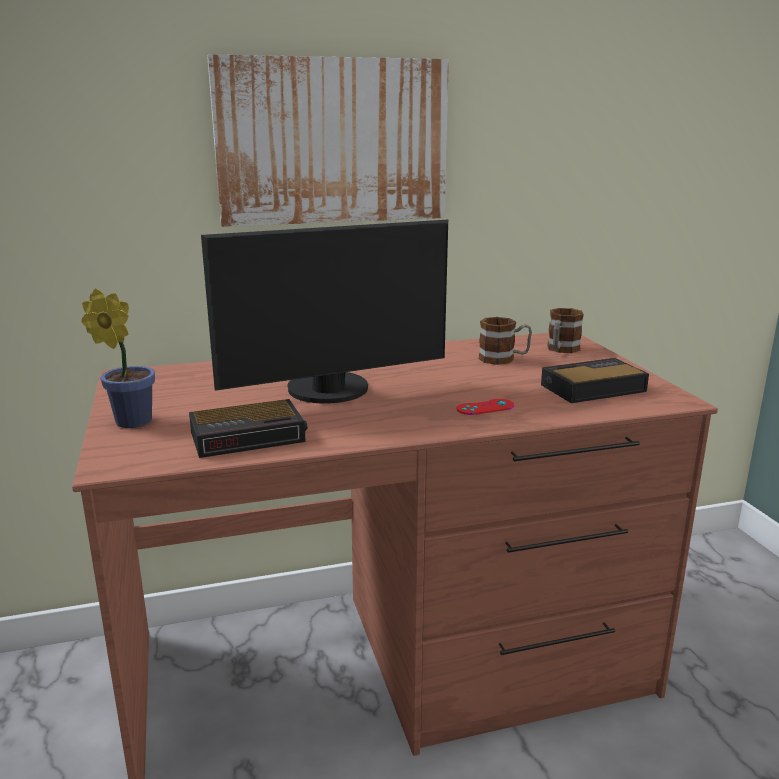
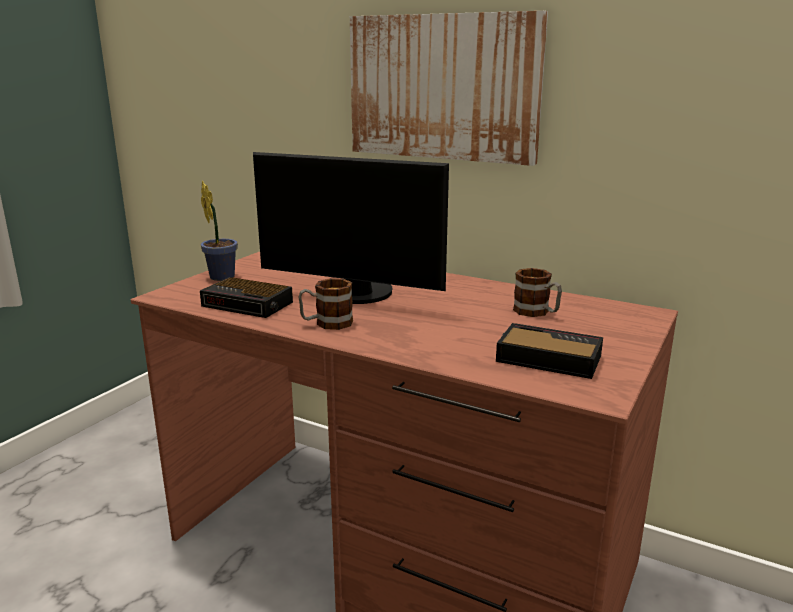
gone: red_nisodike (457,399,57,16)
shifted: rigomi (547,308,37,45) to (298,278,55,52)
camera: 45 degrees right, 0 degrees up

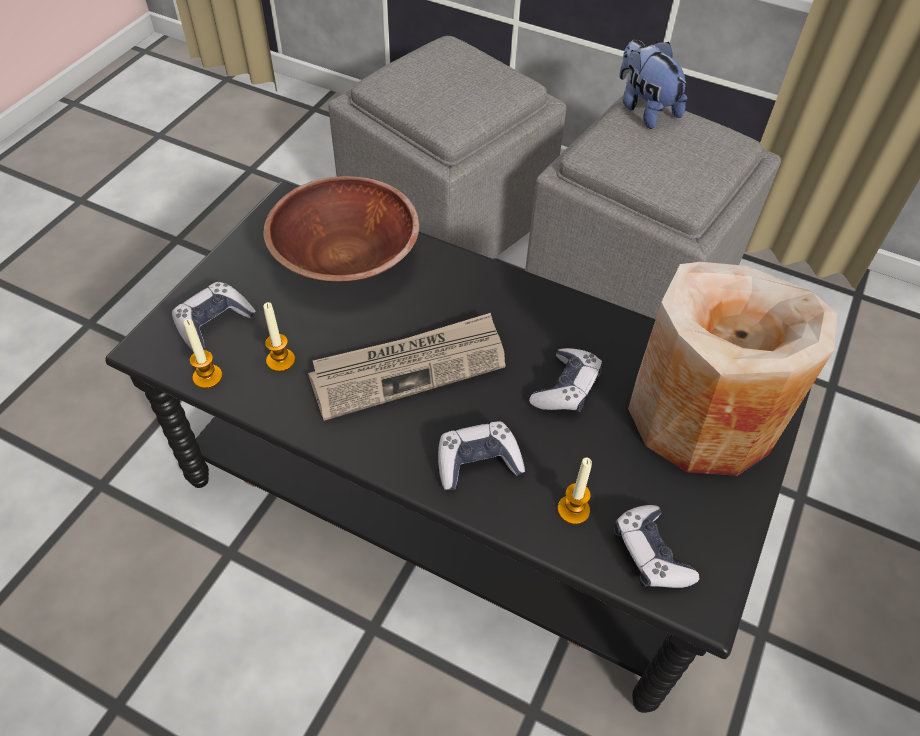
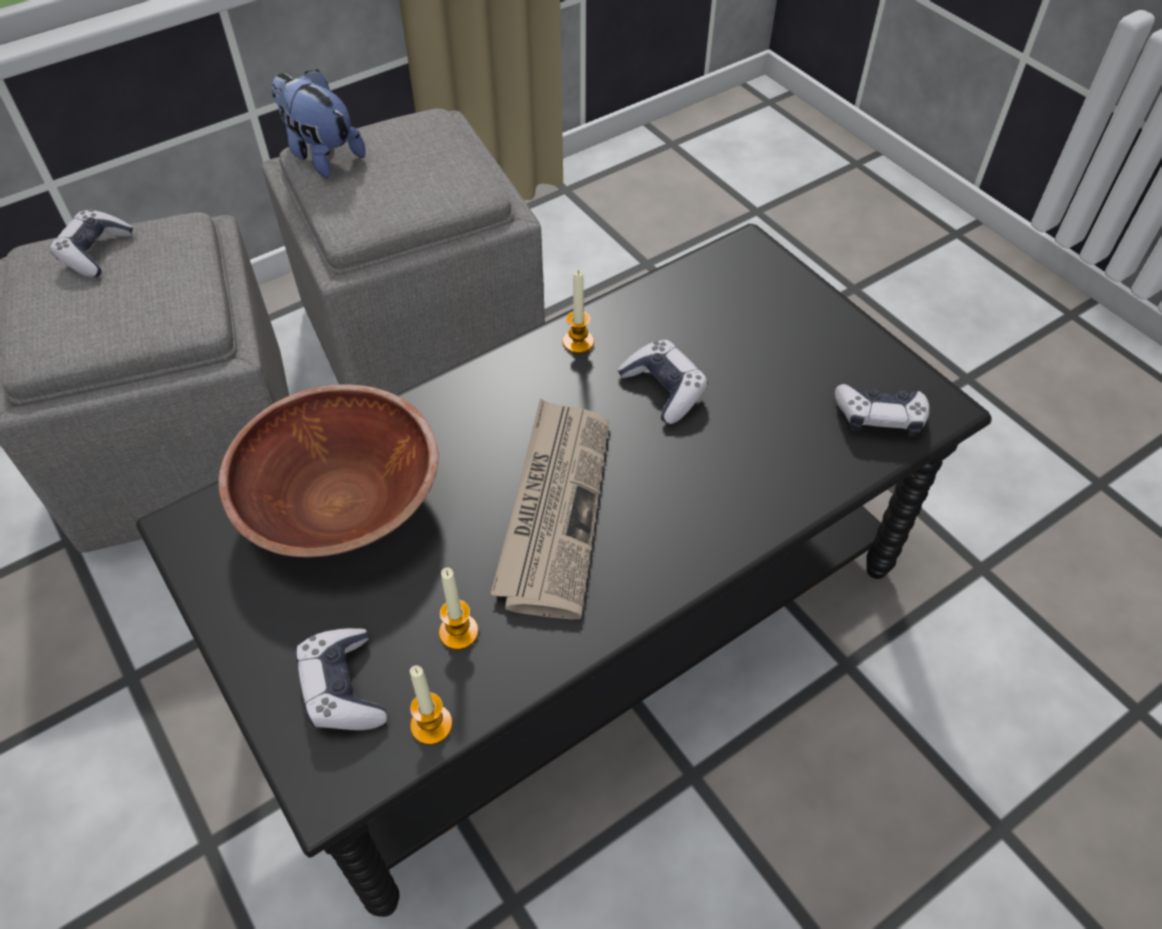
gone: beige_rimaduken (628,262,209,214)
shifted: nisodike (438,422,87,68) to (50,209,83,69); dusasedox (558,458,34,67) to (563,270,31,84)
rotated: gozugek (619,40,68,89) = (272,69,93,109) 45 degrees clockwise
camera: 60 degrees left, 0 degrees up

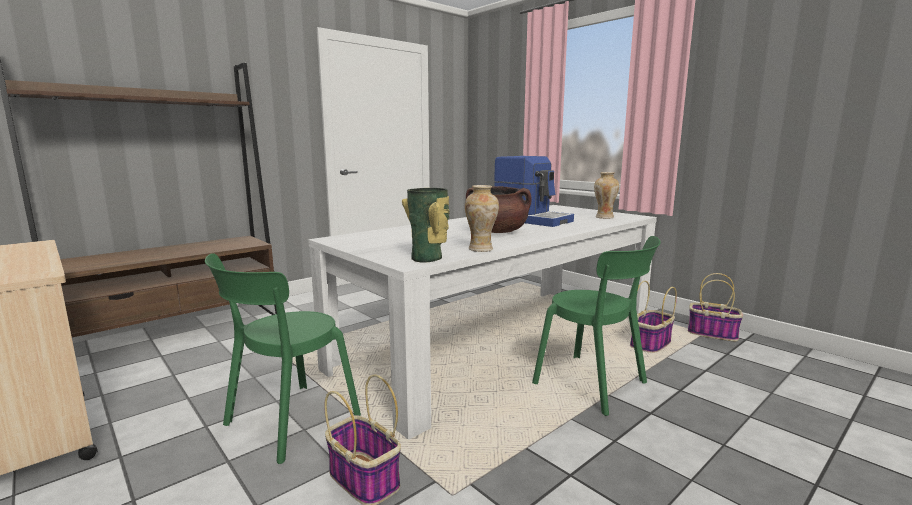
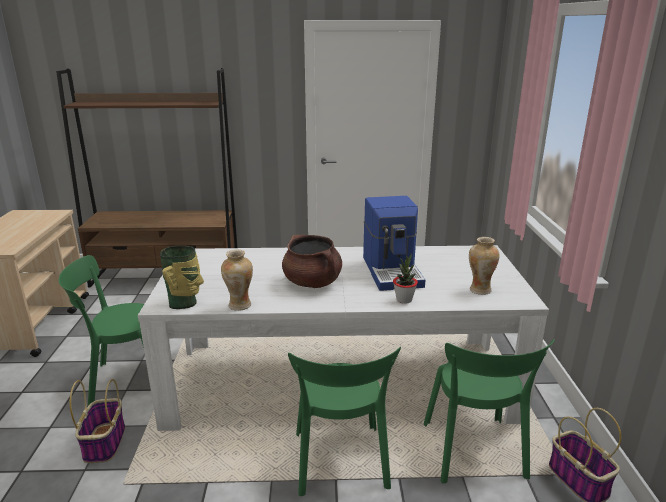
new: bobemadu (393,253,25,51)
swapped: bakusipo (630,281,47,72) to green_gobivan (424,339,131,145)
camera: 40 degrees right, 10 degrees up

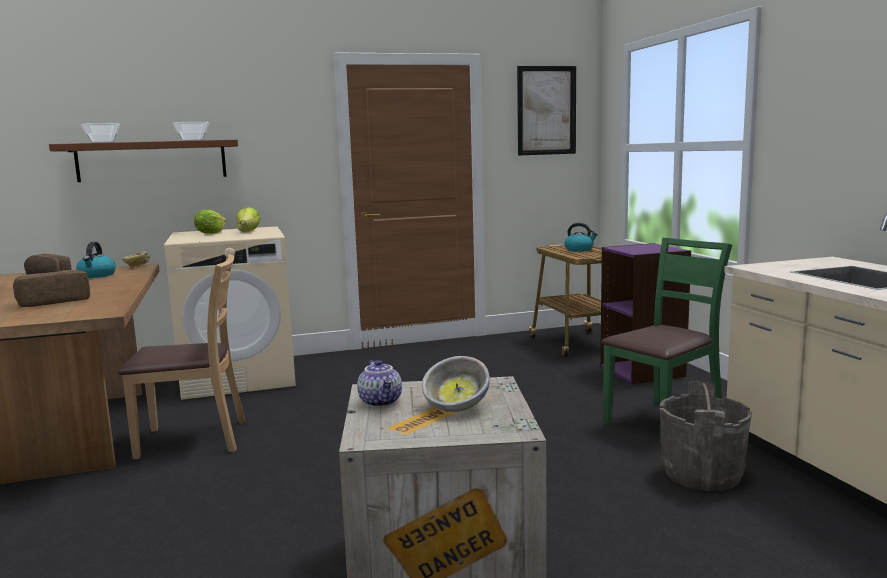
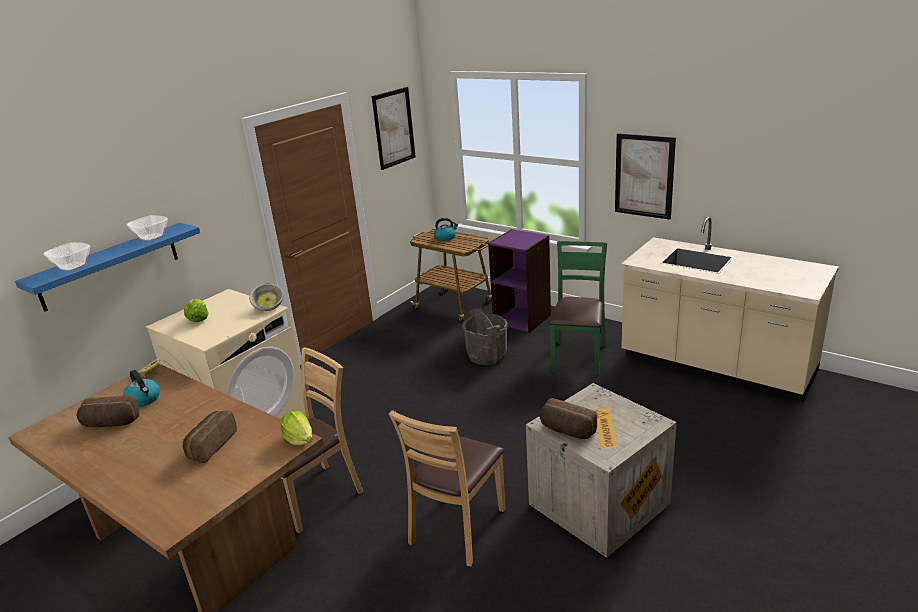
new: brown_gobivan (389,410,117,156); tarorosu (615,133,61,87)
shifted: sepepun (422,356,68,56) to (249,283,34,28); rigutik (236,207,25,25) to (280,410,32,35); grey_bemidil (660,381,92,110) to (463,308,44,57)
swapped: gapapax (357,360,45,47) to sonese (540,398,57,41)
repainted: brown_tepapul (49,140,189,42) to blue_tepapul (15,223,185,89)
camera: 35 degrees left, 15 degrees up

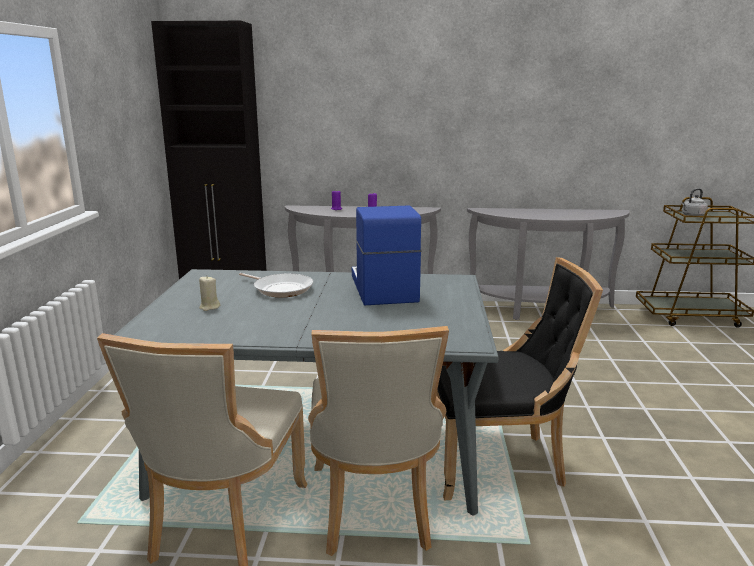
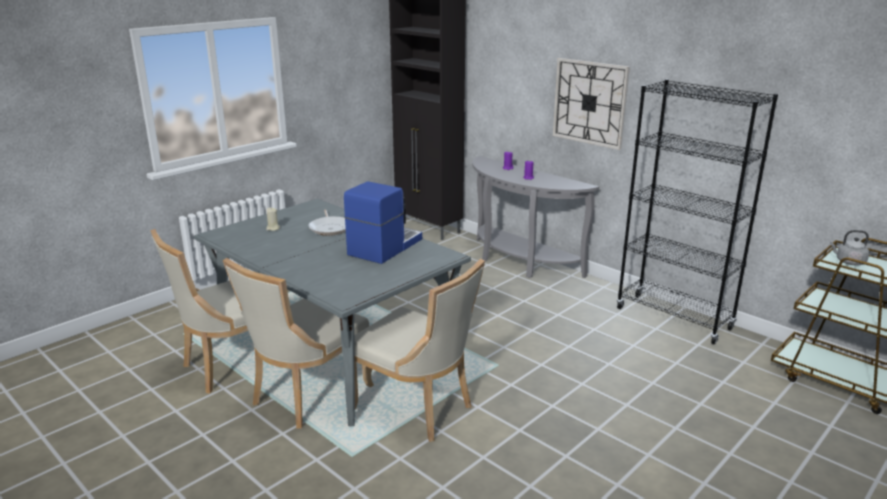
new: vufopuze (553,58,77,92)
swapped: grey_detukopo (467,208,163,112) to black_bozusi (616,79,162,266)
repainted: black_gobivan (436,257,167,243) to beige_gobivan (354,259,131,183)
camera: 40 degrees right, 5 degrees up

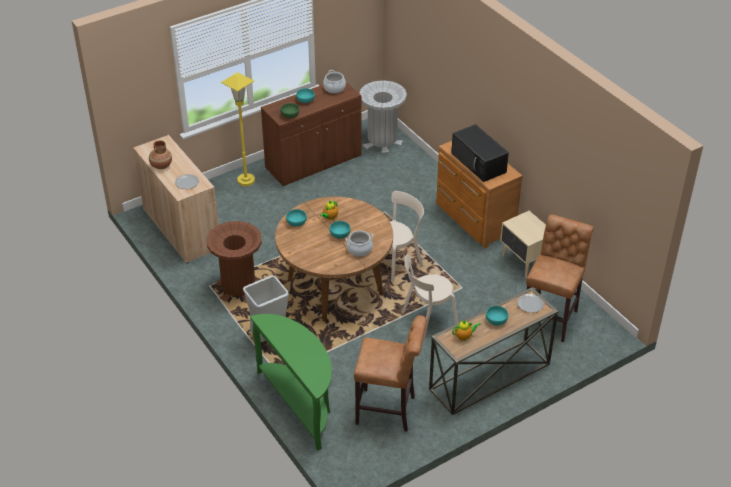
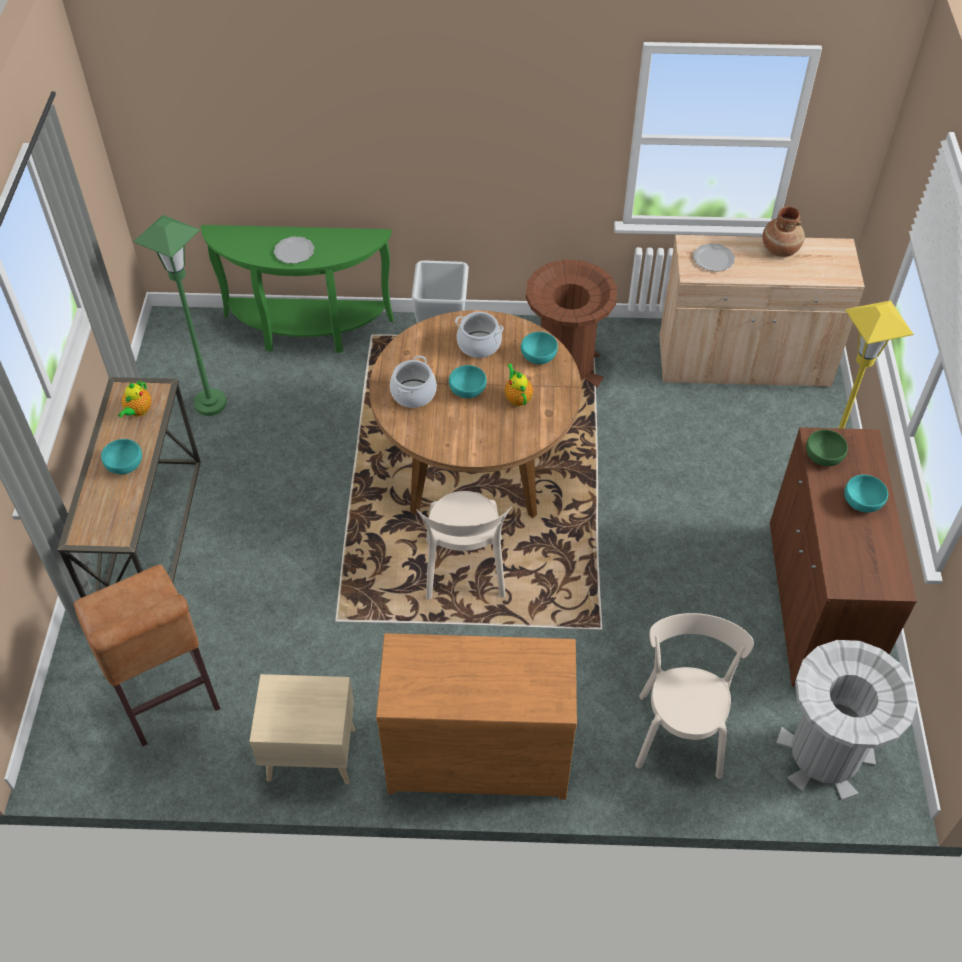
gone: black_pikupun (451,124,58,58)
shifted: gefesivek (517,294,27,19) to (274,236,41,28); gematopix (323,70,23,24) to (455,312,49,46); beige_gobivan (402,254,56,86) to (635,613,119,166)
swapped: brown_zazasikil (354,315,73,117) to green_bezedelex (134,215,93,201)
camera: 125 degrees right, 10 degrees up

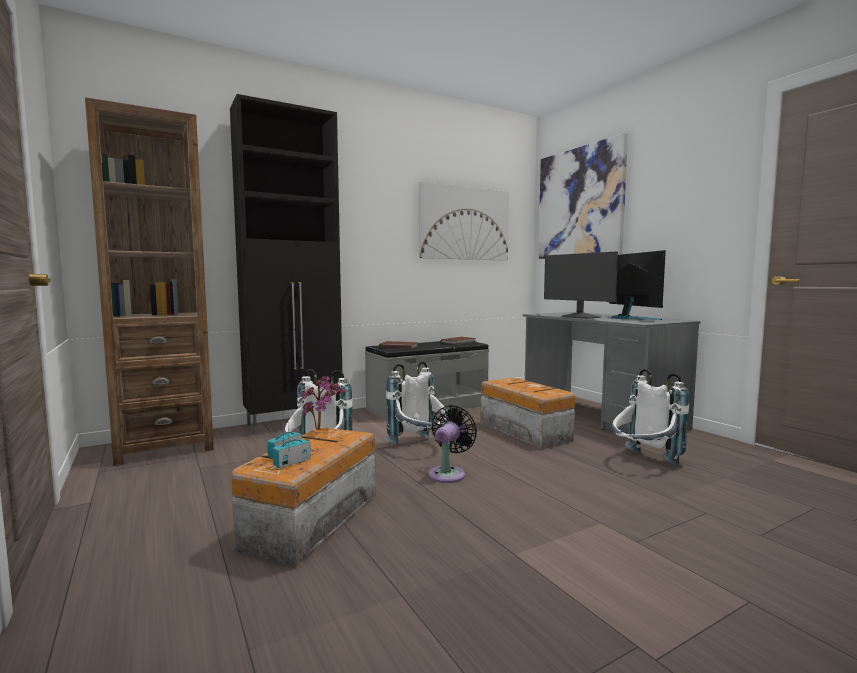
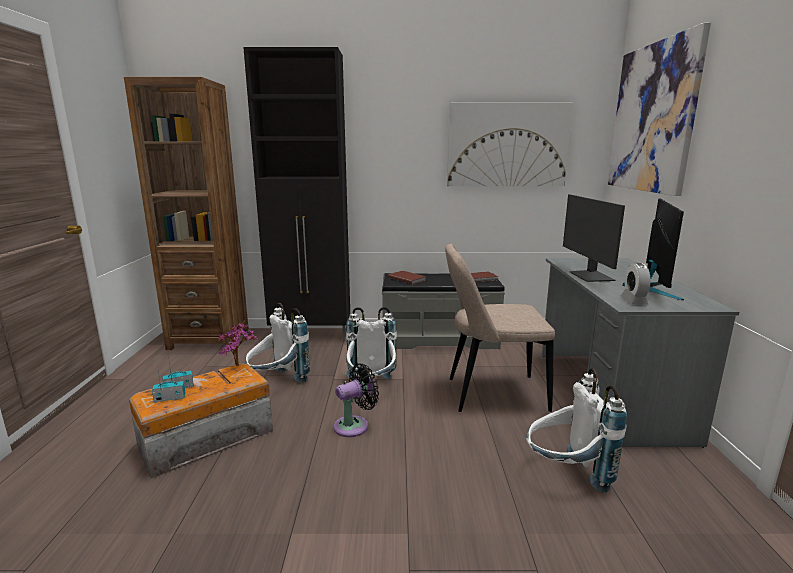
new: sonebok (621,263,29,42)
swapped: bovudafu (480,378,95,71) to beige_gobivan (445,244,110,168)
camera: 30 degrees right, 10 degrees up

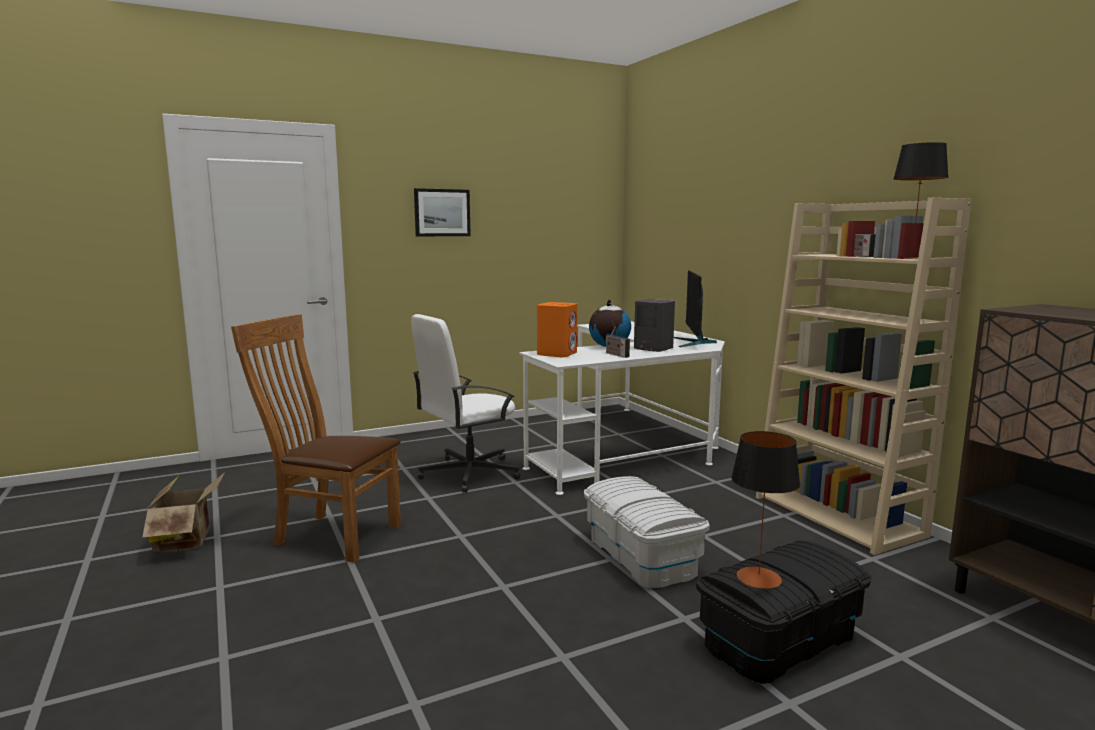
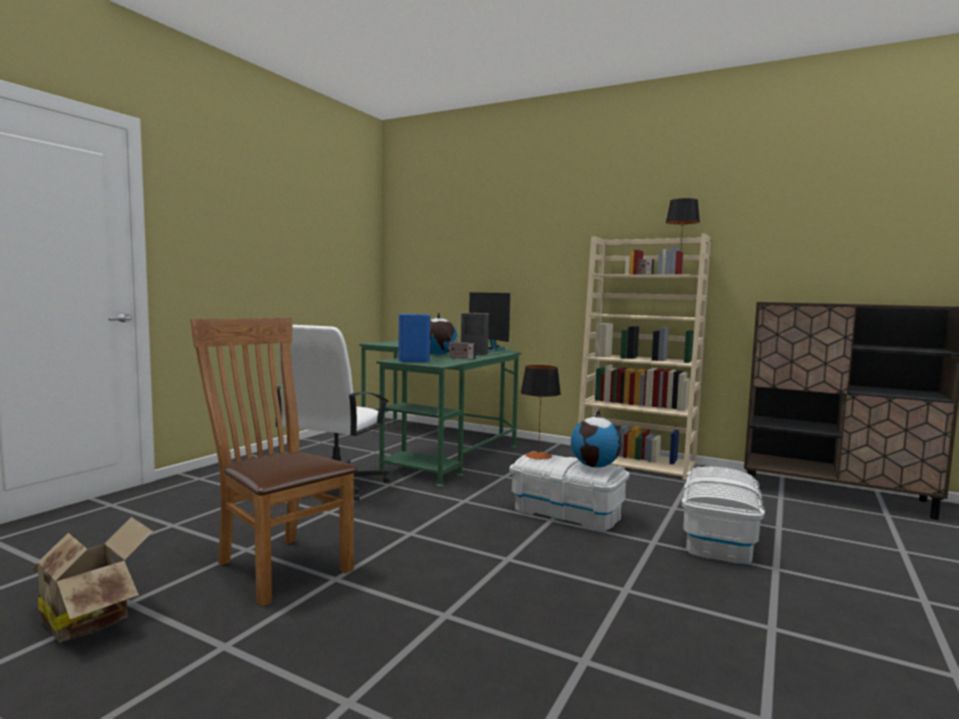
gone: tarorosu (414,188,57,48)
new: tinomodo (571,410,51,58)
shifted: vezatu (731,431,69,158) to (521,365,40,94)
repainted: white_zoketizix (519,321,206,174) to green_zoketizix (359,340,162,147); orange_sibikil (537,302,40,55) to blue_sibikil (398,314,33,48); black_bovudafu (696,540,175,144) to white_bovudafu (682,467,83,97)
rotated: brown_gobivan (231,314,170,249) = (190,318,168,288) 60 degrees clockwise
camera: 35 degrees left, 5 degrees down

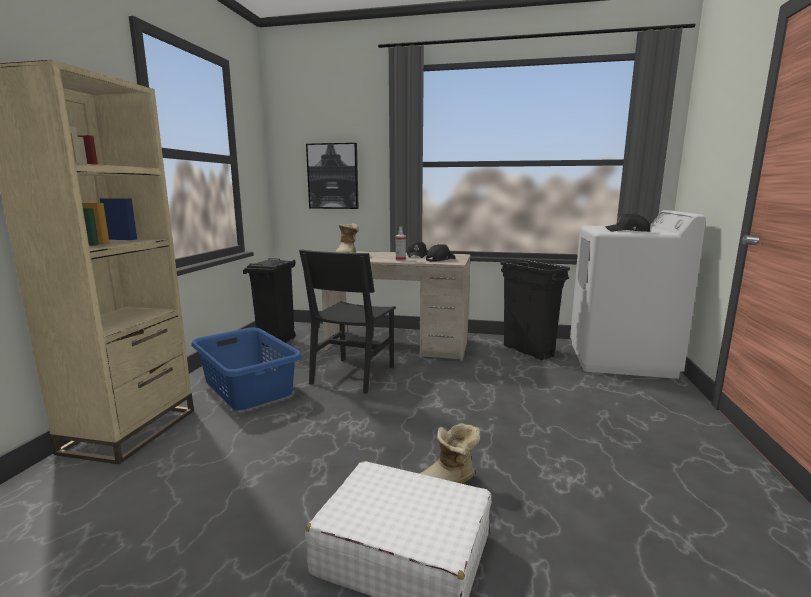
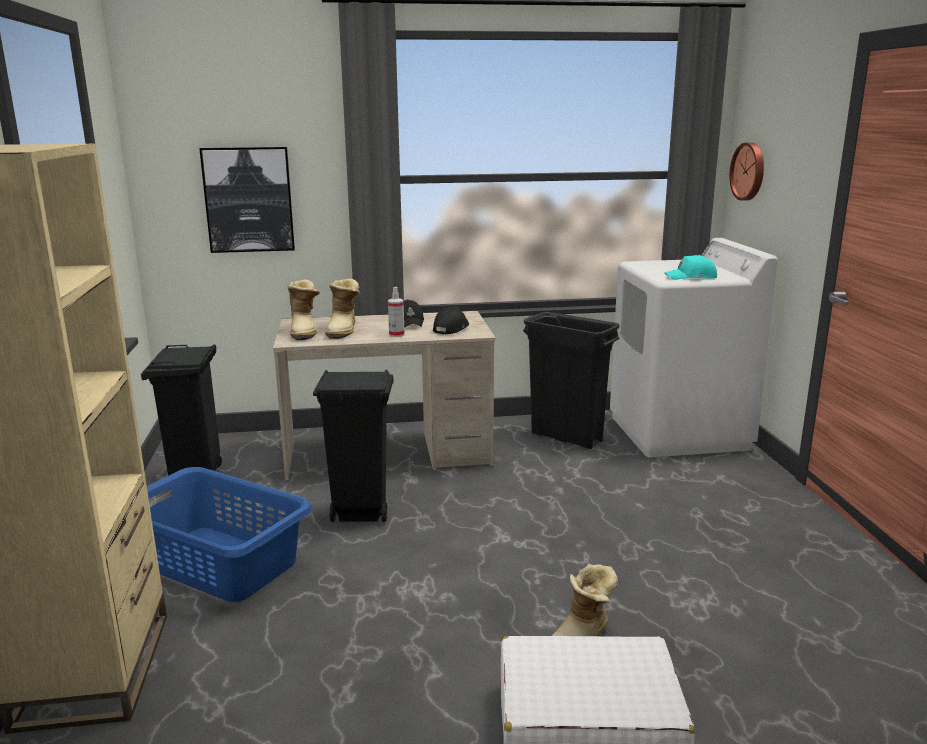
new: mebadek (325,279,36,60); vufopuze (730,142,34,59)
swapped: black_gobivan (299,249,97,145) to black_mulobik (313,370,81,152)
repainted: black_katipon (605,213,45,19) to turquoise_katipon (665,255,52,25)
camera: 20 degrees left, 5 degrees up

